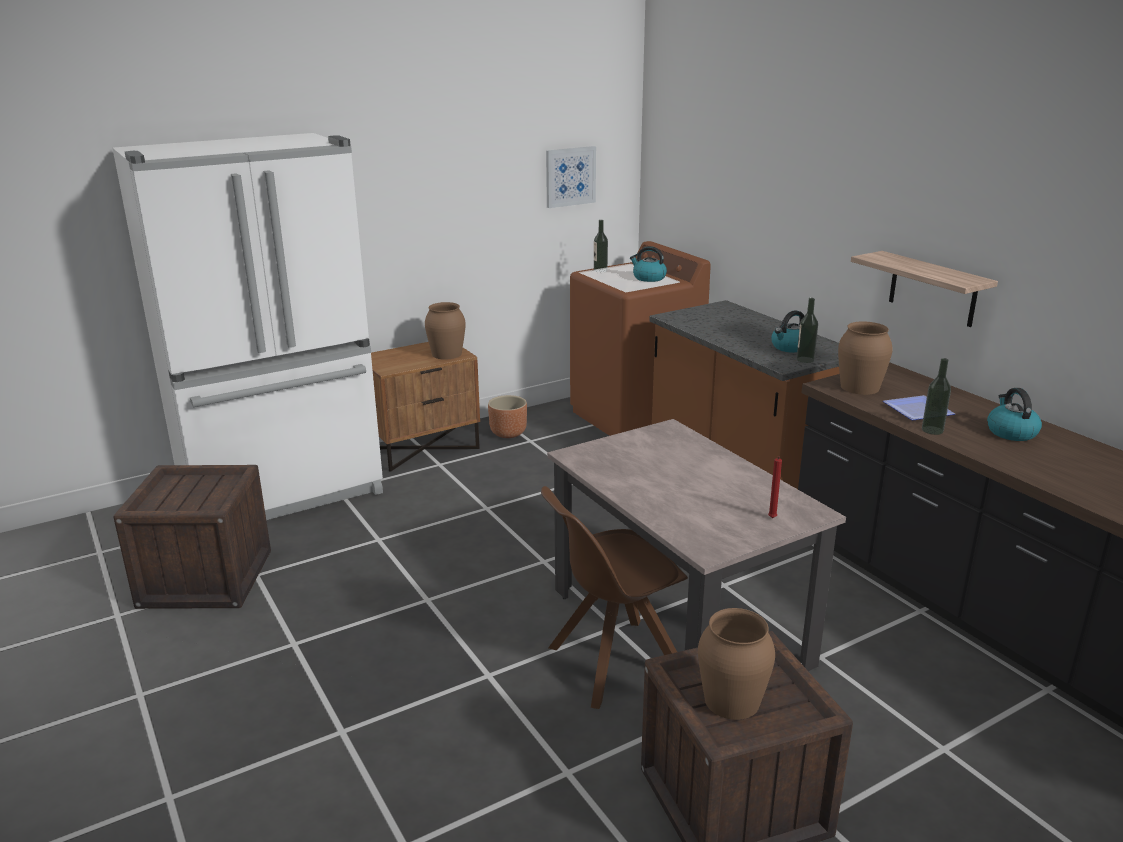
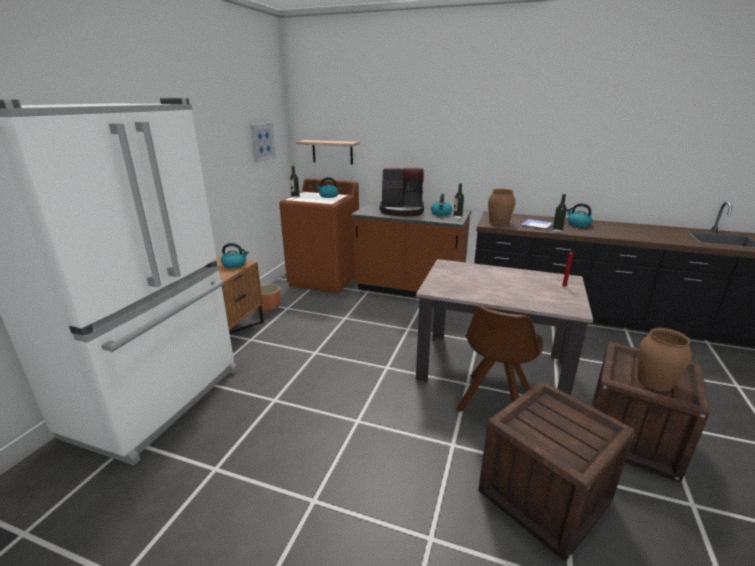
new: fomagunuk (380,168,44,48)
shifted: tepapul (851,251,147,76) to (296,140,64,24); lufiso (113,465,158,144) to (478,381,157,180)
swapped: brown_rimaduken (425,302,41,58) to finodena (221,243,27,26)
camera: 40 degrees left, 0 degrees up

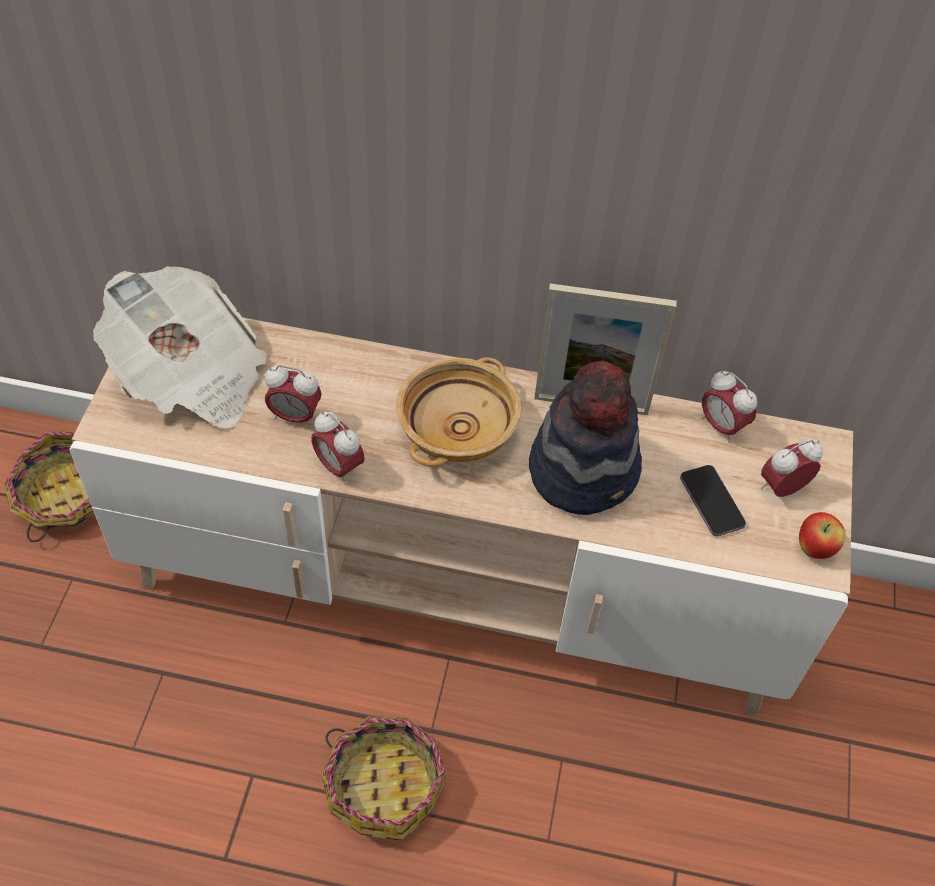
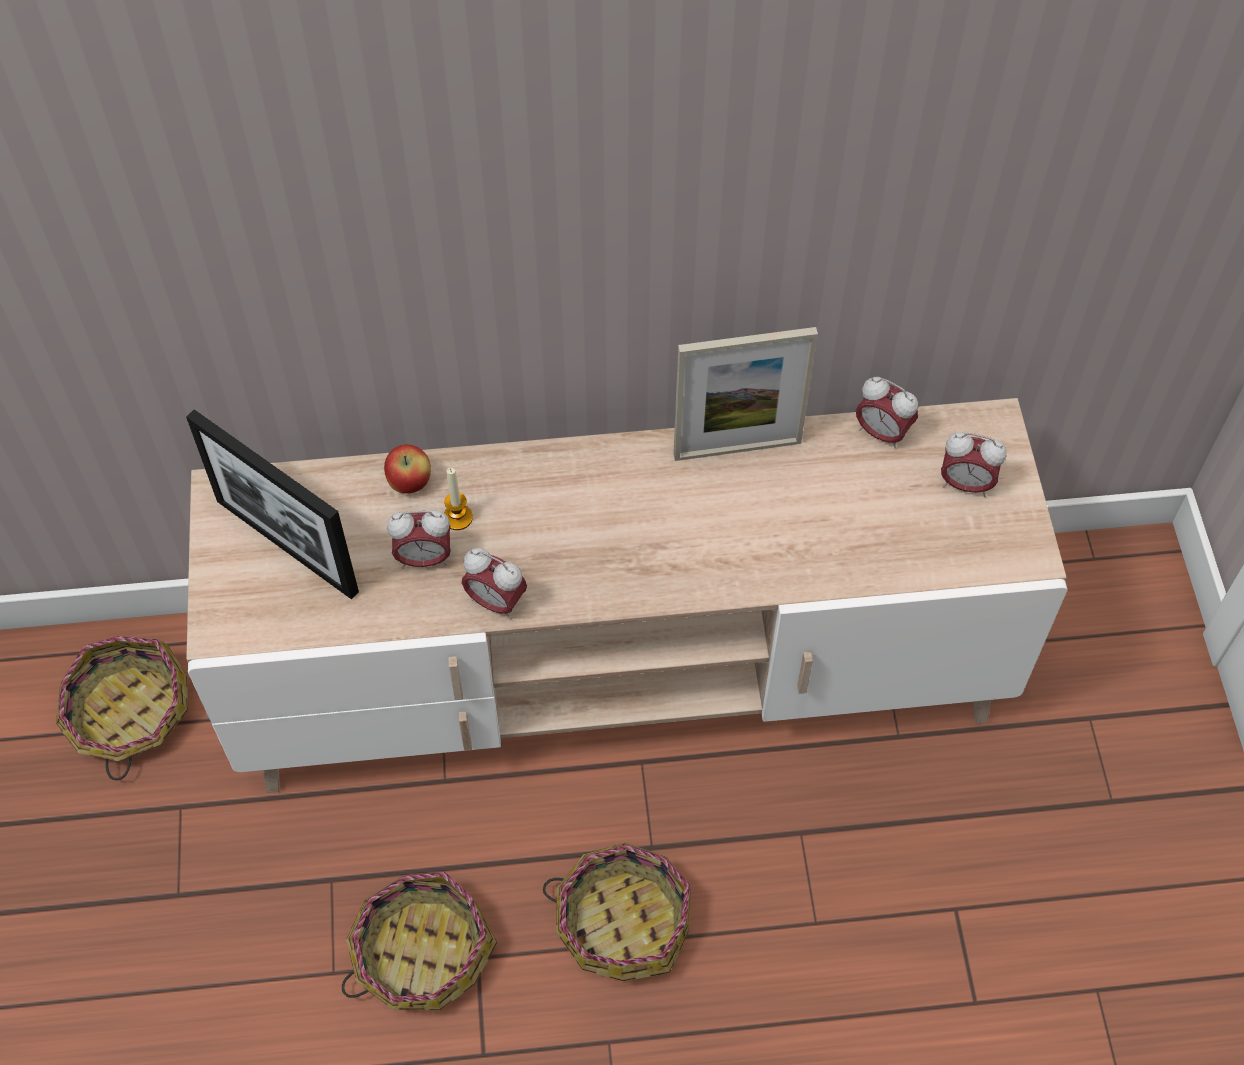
gone: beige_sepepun (396,357,126,110); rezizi (529,360,113,155); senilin (680,465,66,71)
new: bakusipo (342,871,155,139); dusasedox (444,468,29,62)
shifted: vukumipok (799,512,46,47) to (384,445,47,49)
swapped: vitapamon (93,266,174,163) to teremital (186,409,173,191)
rotated: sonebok (761,439,62,58) = (941,432,66,65) 120 degrees counterclockwise
camera: 15 degrees left, 5 degrees up

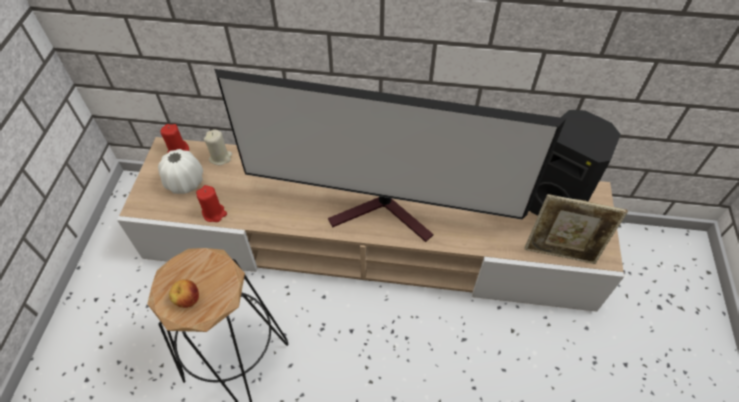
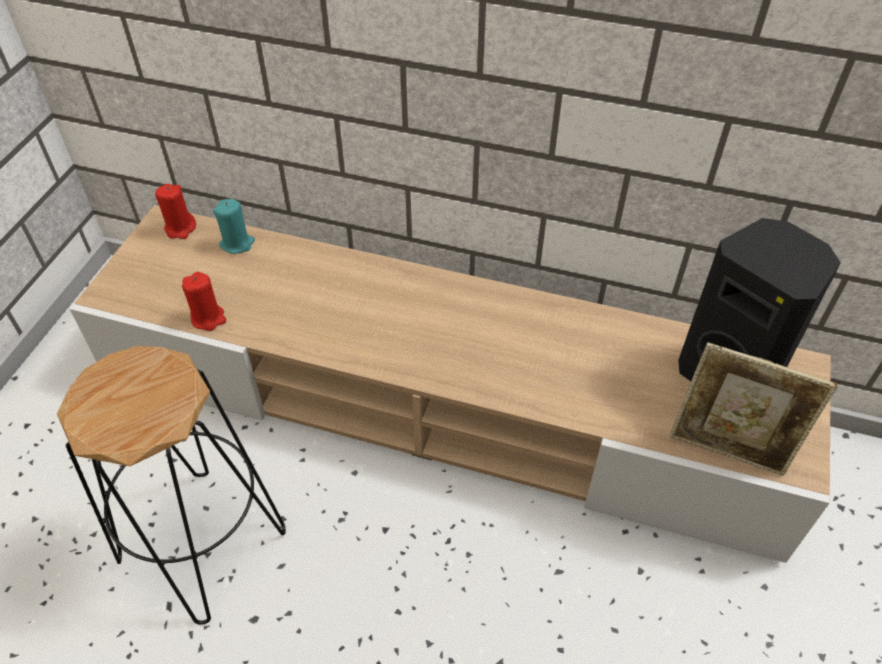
gone: white_rimaduken (158,149,45,45); vukumipok (169,279,30,29); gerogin (214,69,352,173)
repainted: beige_dusasedox (204,130,28,35) to turquoise_dusasedox (213,199,42,55)
camera: 10 degrees right, 5 degrees down

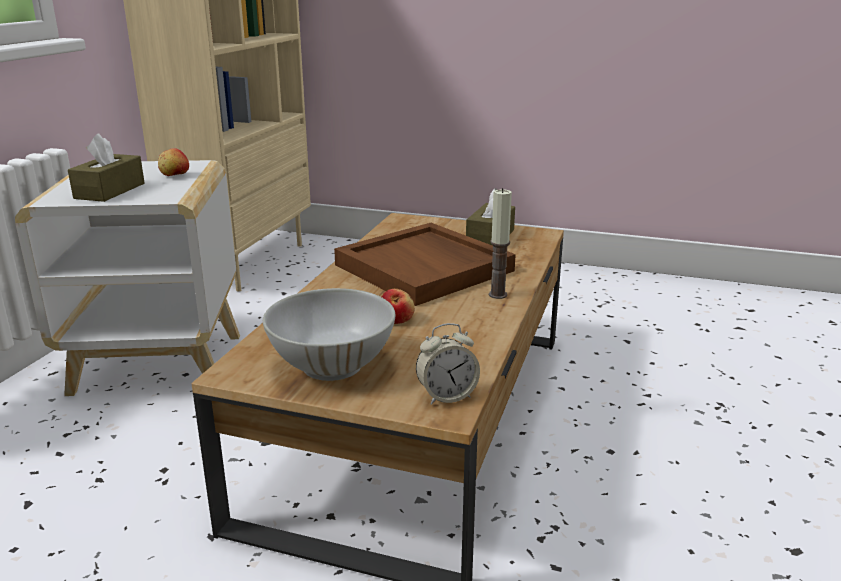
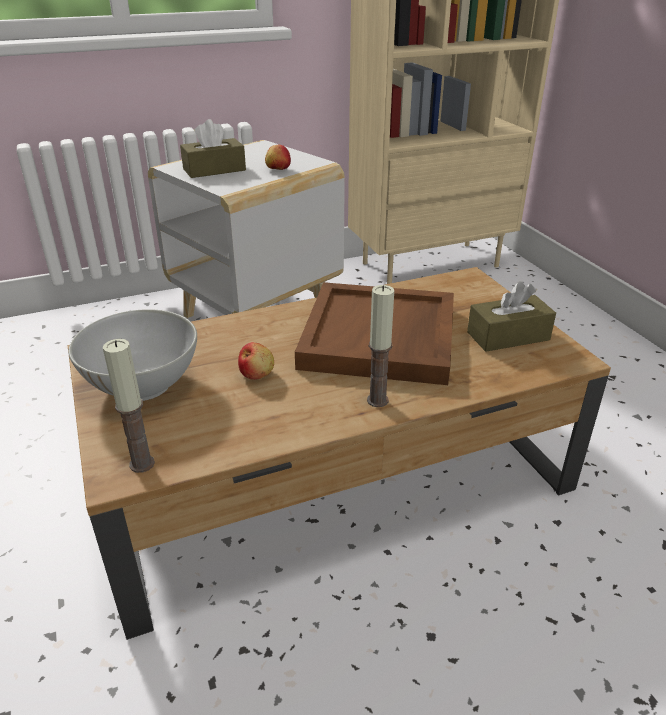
swapped: sonebok (416,323,64,82) to dusasedox (103,339,52,134)
camera: 50 degrees right, 10 degrees up

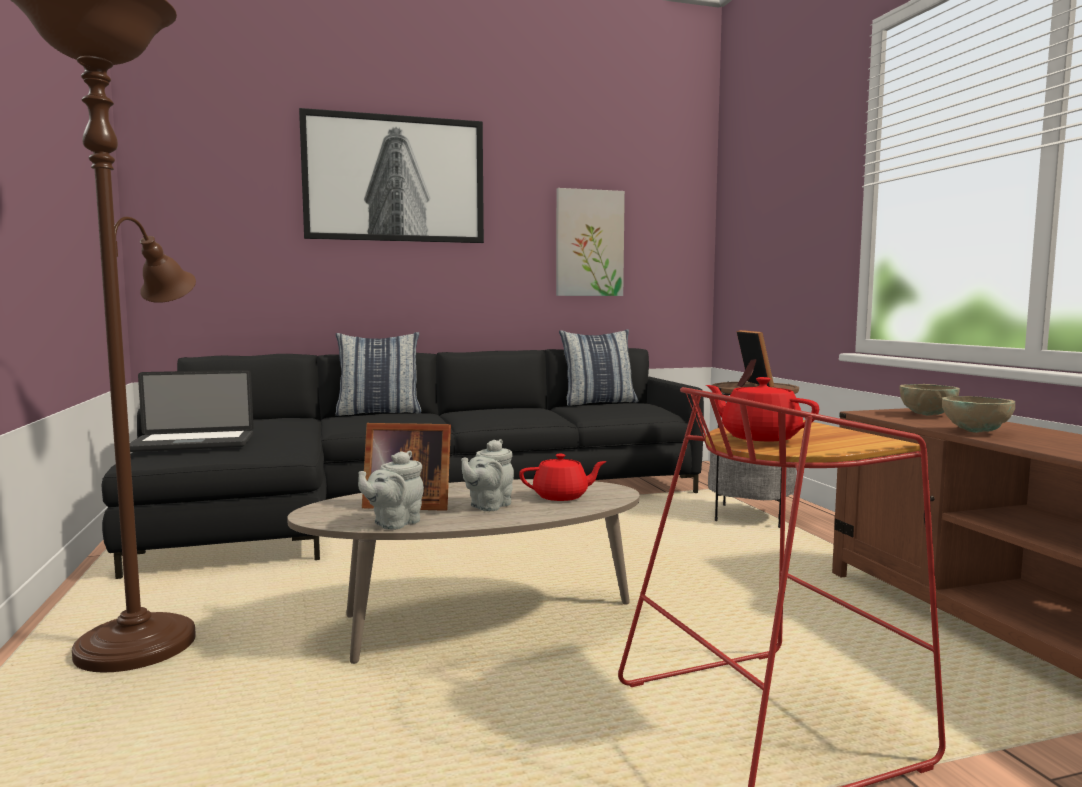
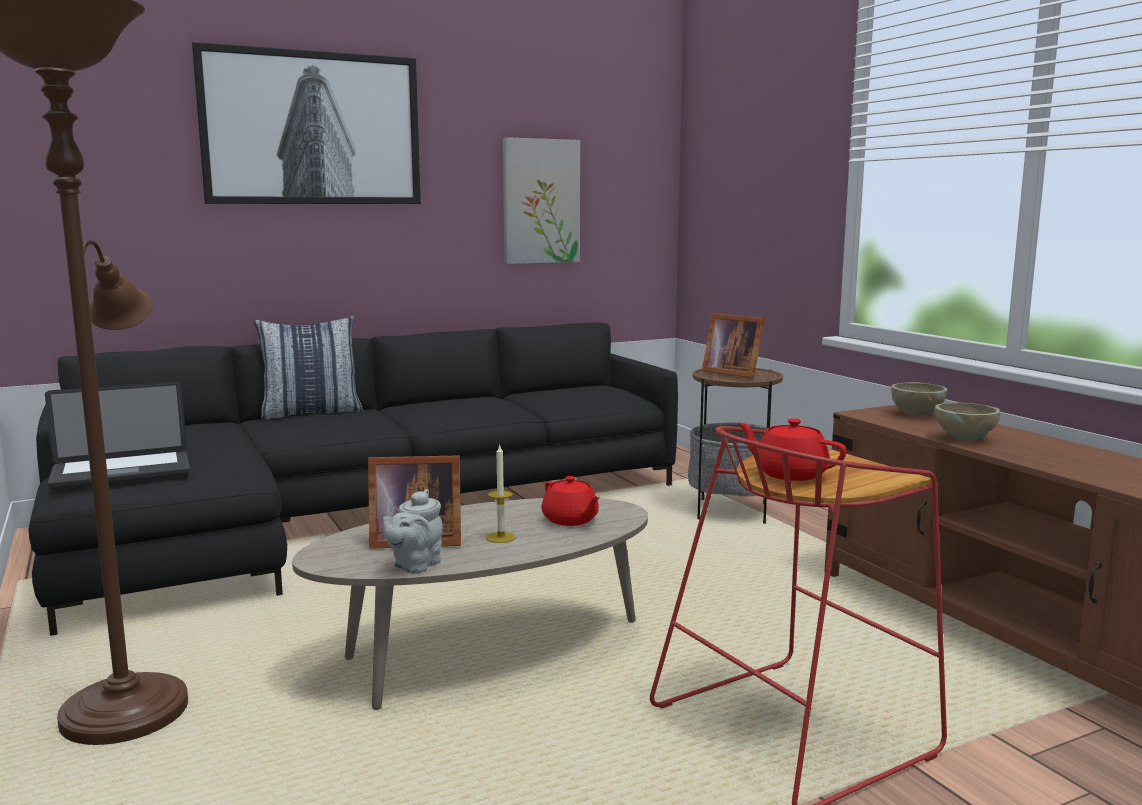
gone: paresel (559,329,79,77)
swapped: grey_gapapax (461,439,53,72) to dusasedox (486,444,30,99)
rotated: red_gapapax (519,454,87,47) = (541,476,59,50) 75 degrees clockwise; teremital (737,330,37,57) = (702,313,63,65) 150 degrees clockwise
camera: 10 degrees left, 5 degrees up

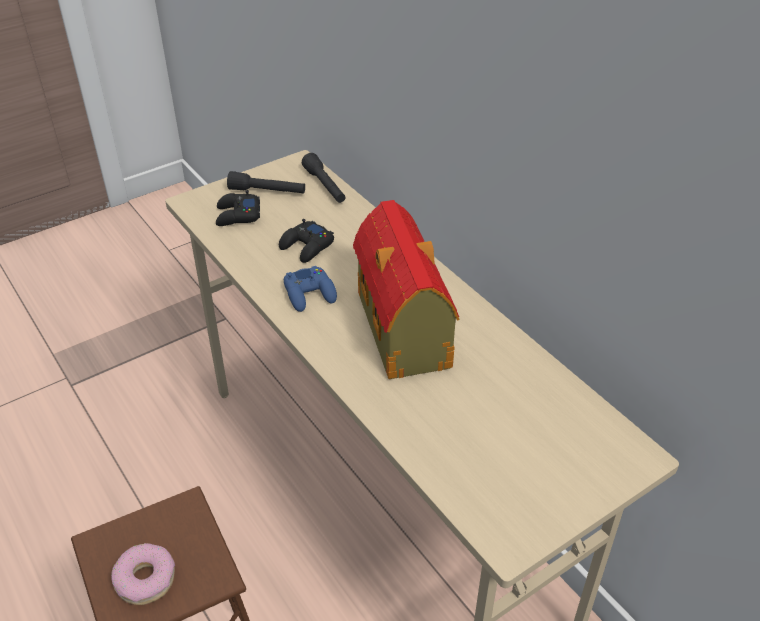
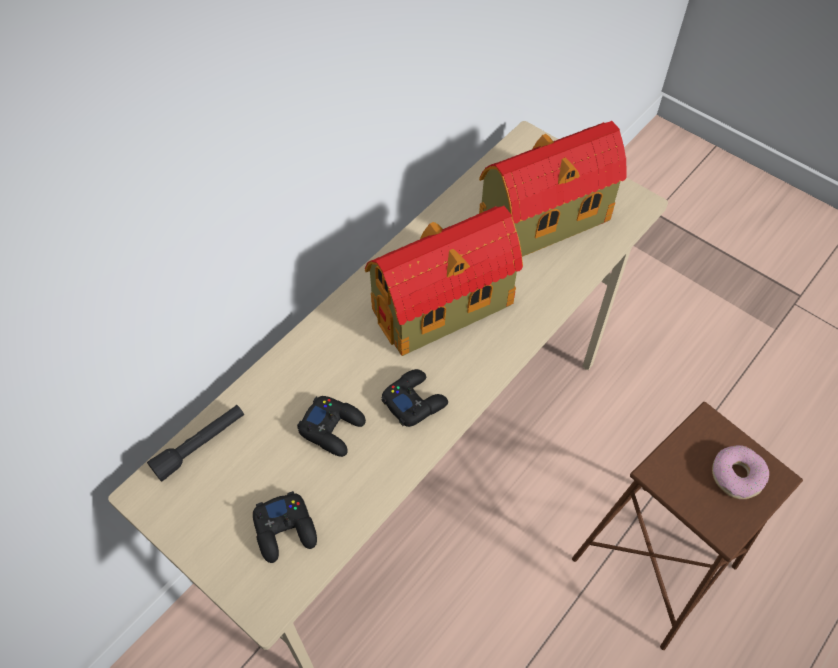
gone: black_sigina (227,171,78,23)
new: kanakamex (479,121,148,136)
repainted: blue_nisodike (284,266,53,46) to black_nisodike (381,369,67,58)
camera: 105 degrees left, 15 degrees up

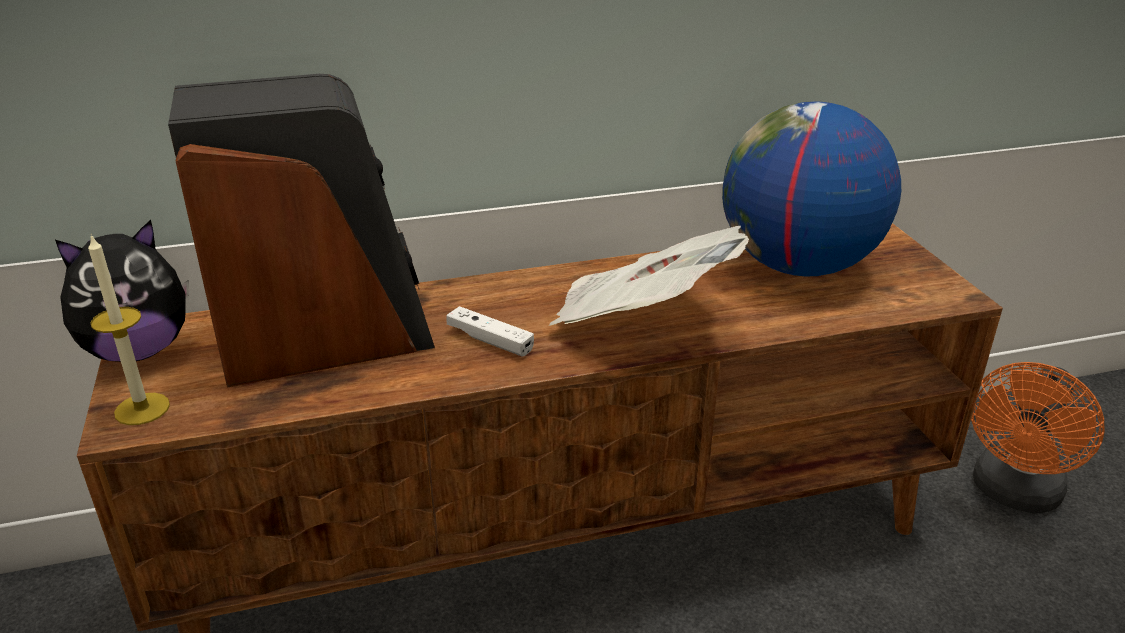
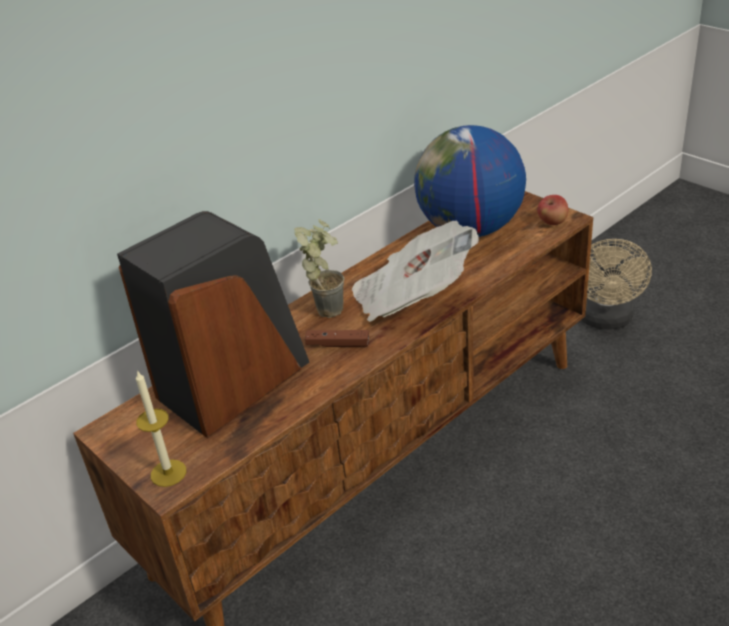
gone: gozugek (55,220,134,142)
new: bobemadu (294,219,50,99); vukumipok (537,195,31,30)
repainted: white_nisodike (446,306,88,50) to brown_nisodike (305,330,64,17); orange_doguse (971,362,134,151) to beige_doguse (582,236,70,93)
camera: 25 degrees left, 5 degrees up

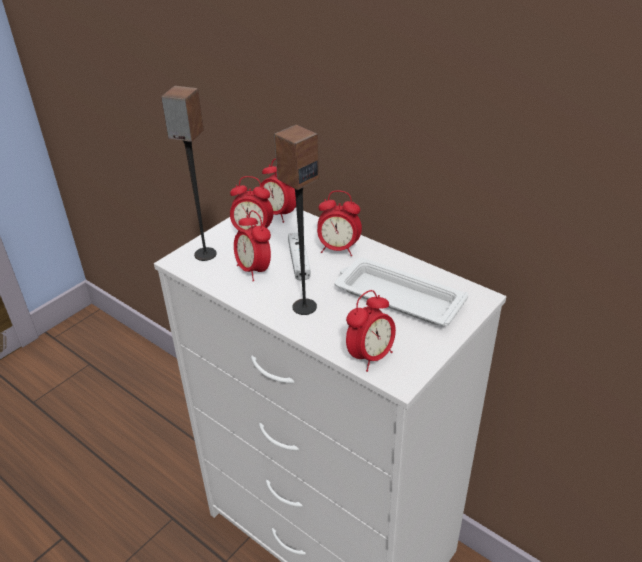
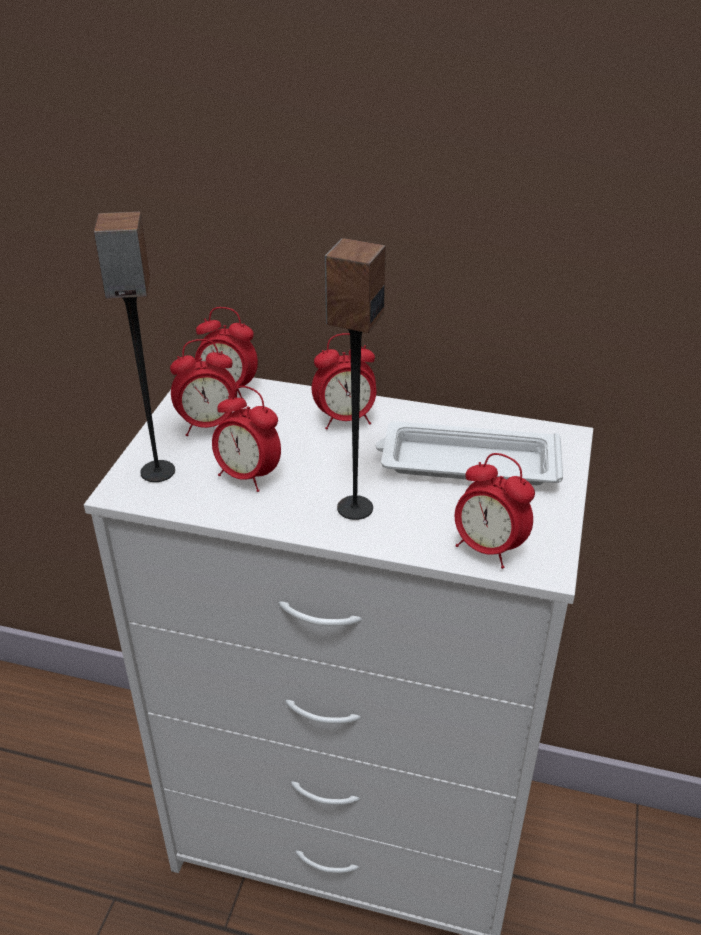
gone: white_nisodike (288,233,23,48)
rotated: sonebok (346,290,50,82) = (455,453,80,116) 105 degrees clockwise
camera: 25 degrees left, 0 degrees up

